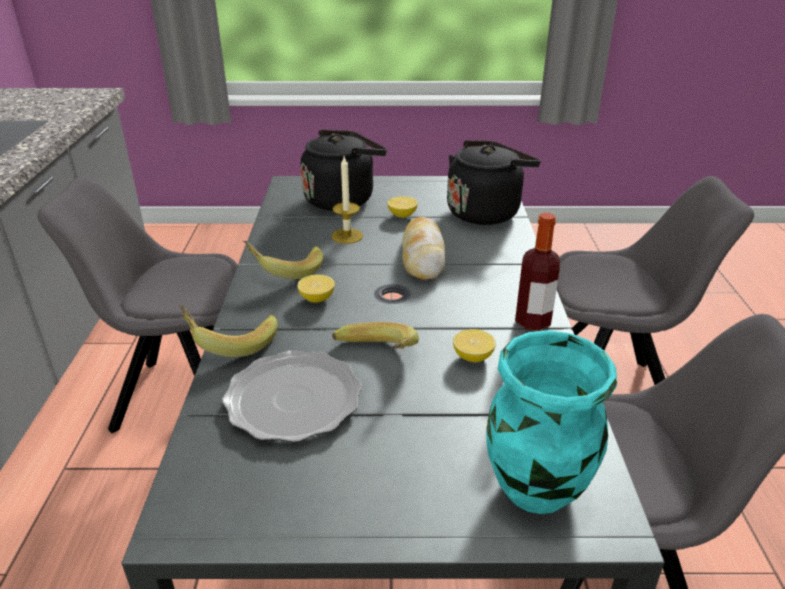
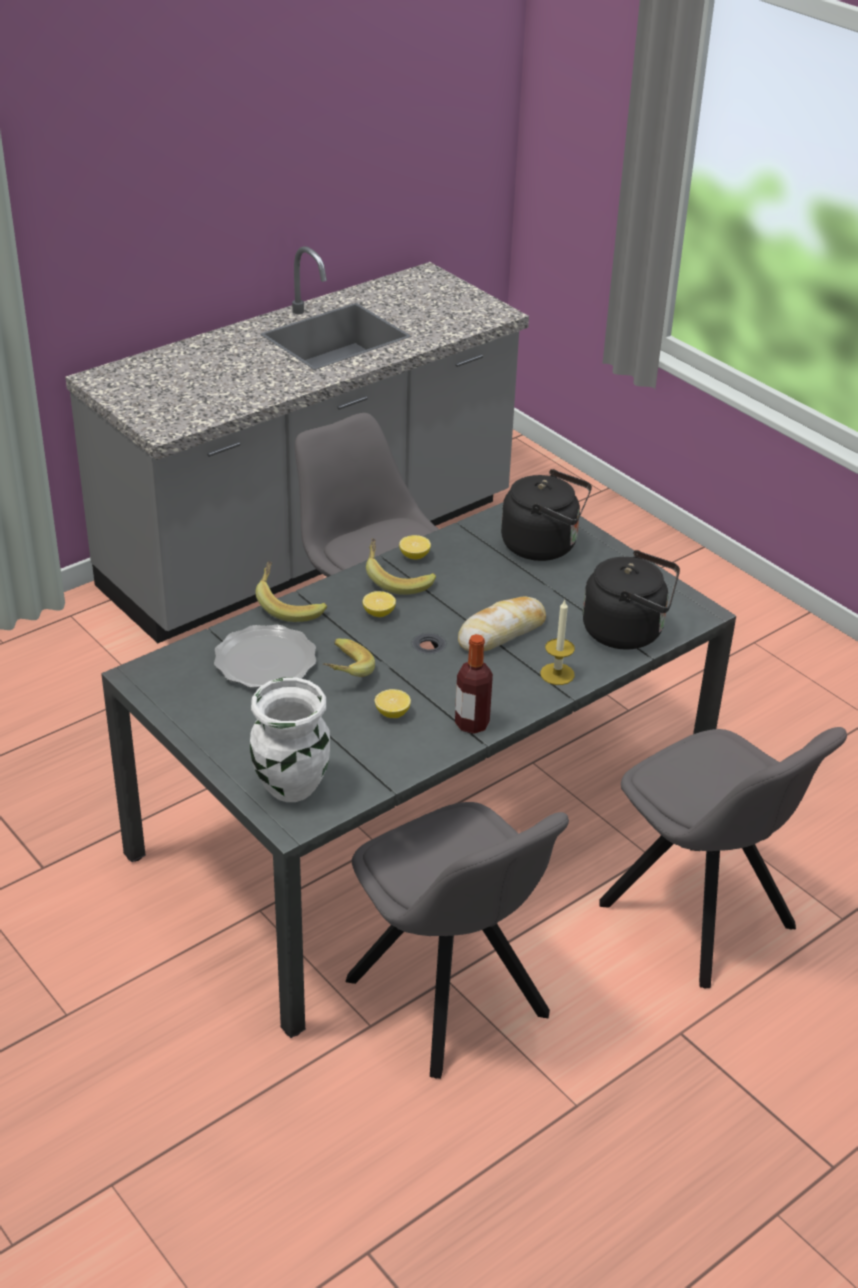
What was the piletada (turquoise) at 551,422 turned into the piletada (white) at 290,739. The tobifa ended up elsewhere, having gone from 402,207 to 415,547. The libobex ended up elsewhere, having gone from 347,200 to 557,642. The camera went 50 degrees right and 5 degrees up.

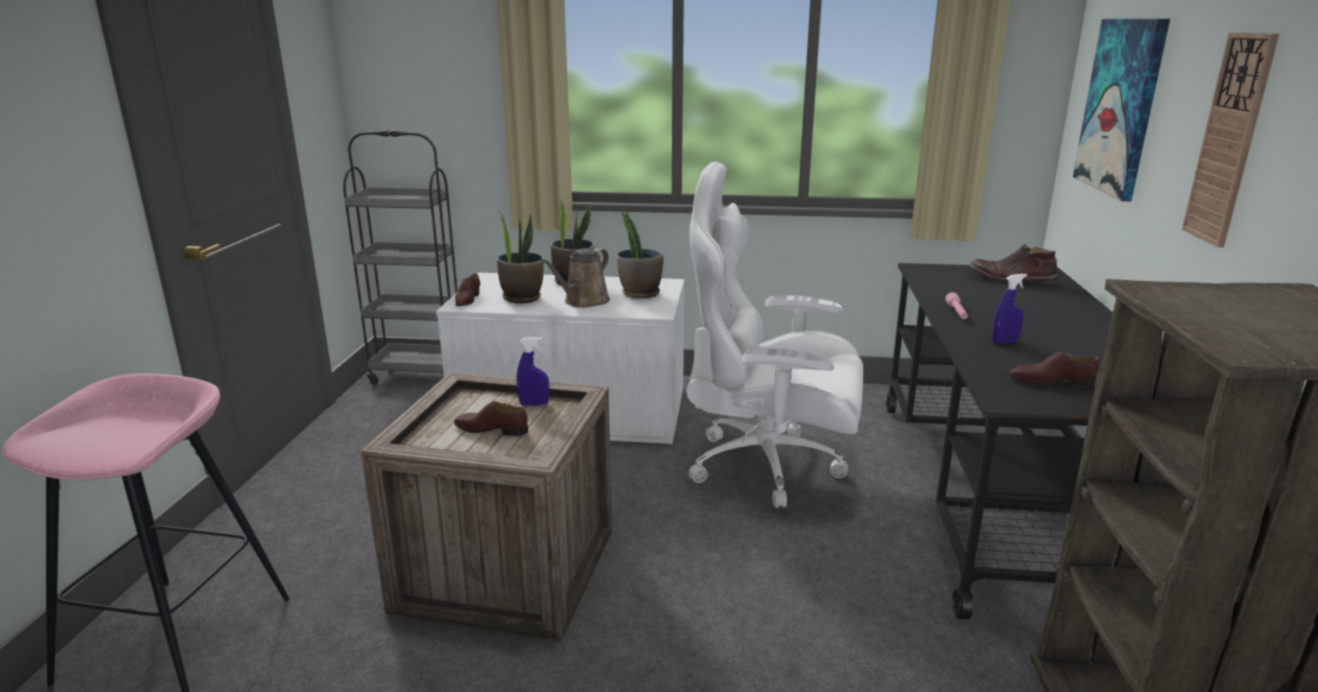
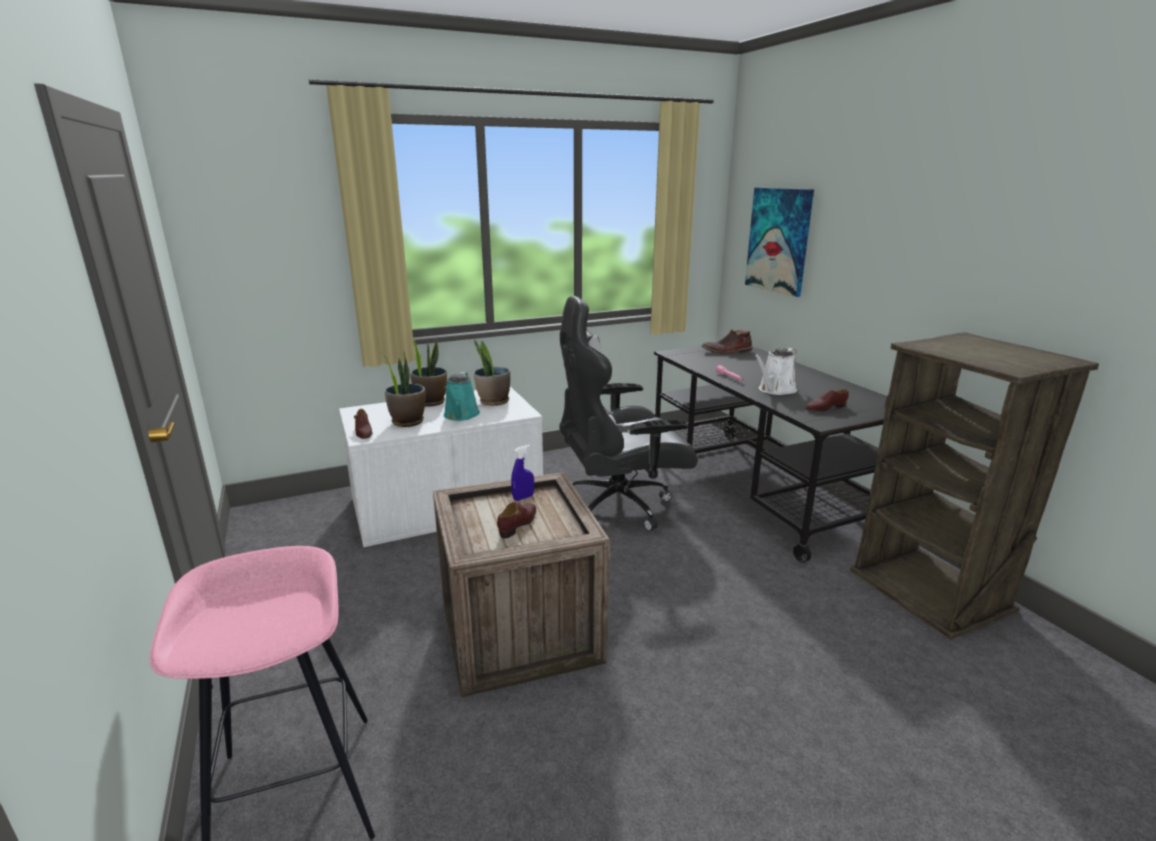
What was the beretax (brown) at 575,278 turned into the beretax (turquoise) at 462,396. The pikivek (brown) at 491,418 ended up facing another way, 135 degrees clockwise from before. What was the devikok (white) at 774,335 turned into the devikok (black) at 628,413. Where the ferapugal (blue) stood at 1009,309, the beretax (white) came to stand at 775,371. The second view lost the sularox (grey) at 400,257. The second view lost the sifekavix at 1230,139. The camera went 30 degrees left and 0 degrees up.

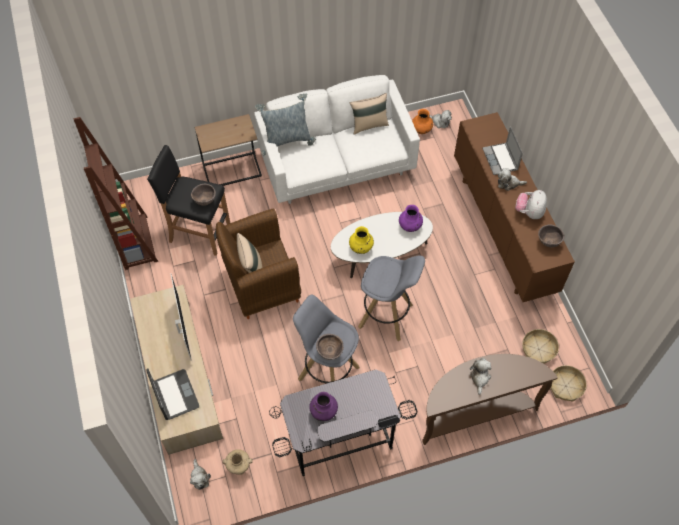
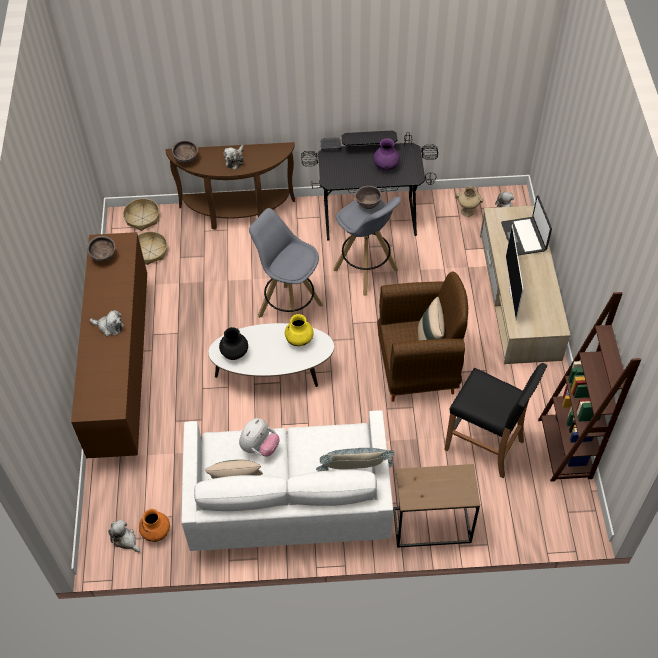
The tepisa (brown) ended up elsewhere, having gone from 203,195 to 185,151. What was the piletada (purple) at 411,218 turned into the piletada (black) at 233,343. The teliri ended up elsewhere, having gone from 531,204 to 259,437. The second view lost the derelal at 502,151. The camera went 165 degrees left and 5 degrees down.

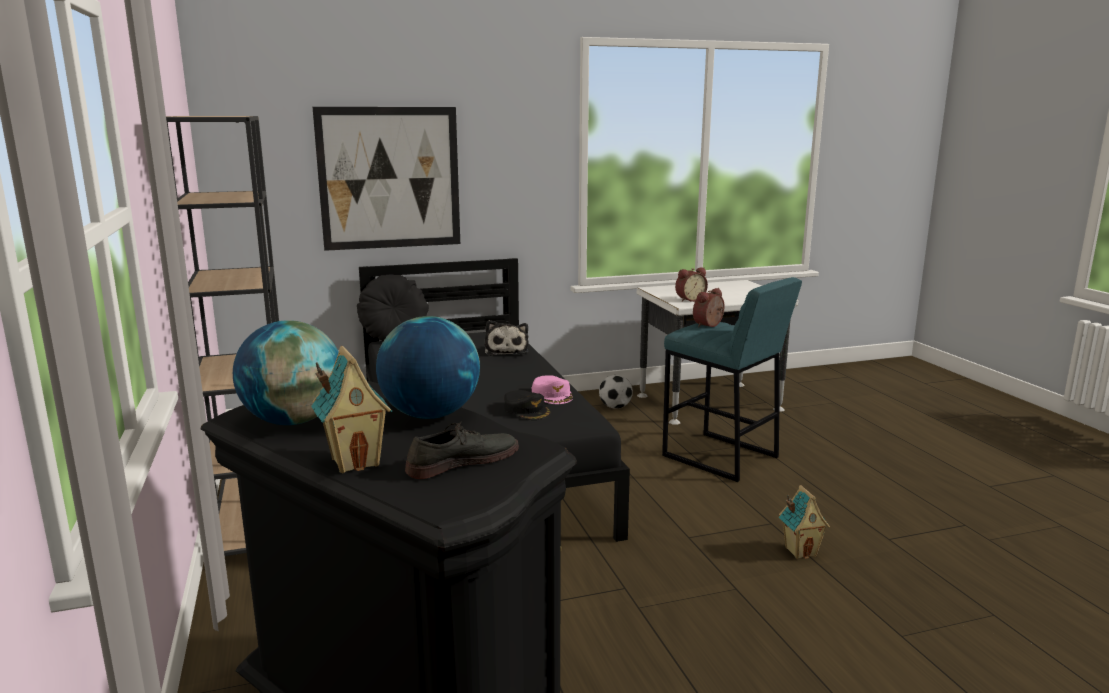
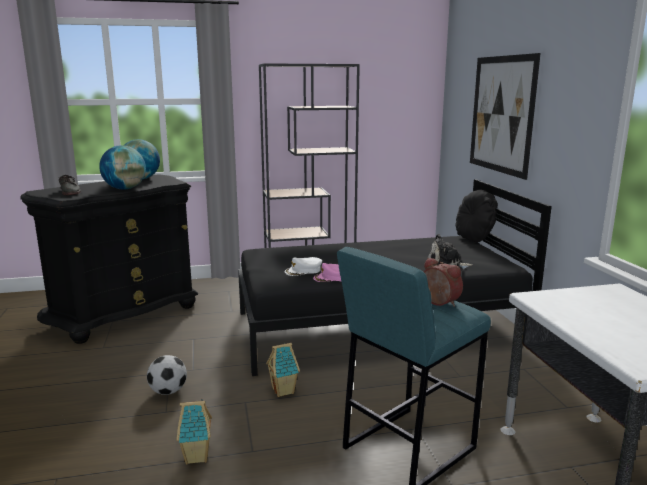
The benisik ended up elsewhere, having gone from 616,392 to 167,375. The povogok ended up elsewhere, having gone from 351,409 to 283,370. What was the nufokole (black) at 527,405 turned into the nufokole (white) at 303,266. The second view lost the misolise at 691,285. The camera went 95 degrees right and 0 degrees up.

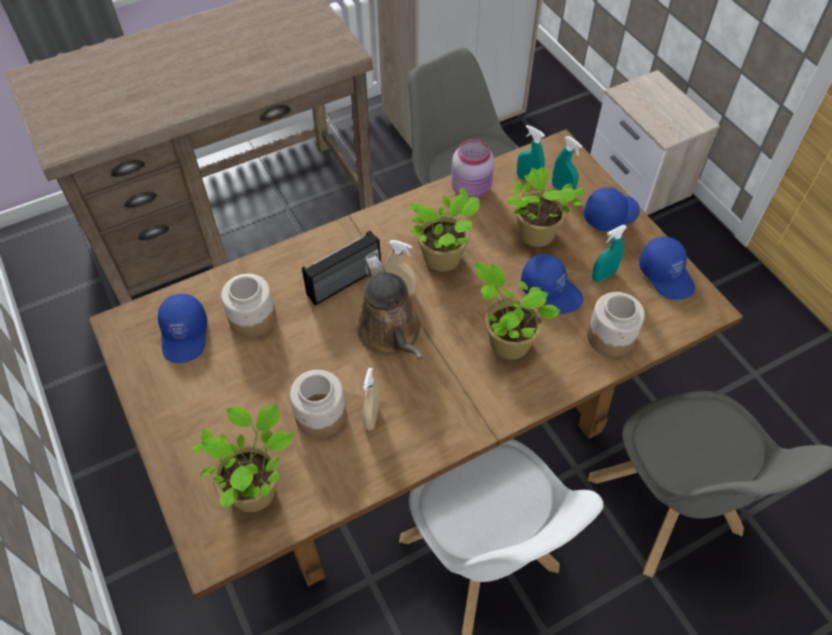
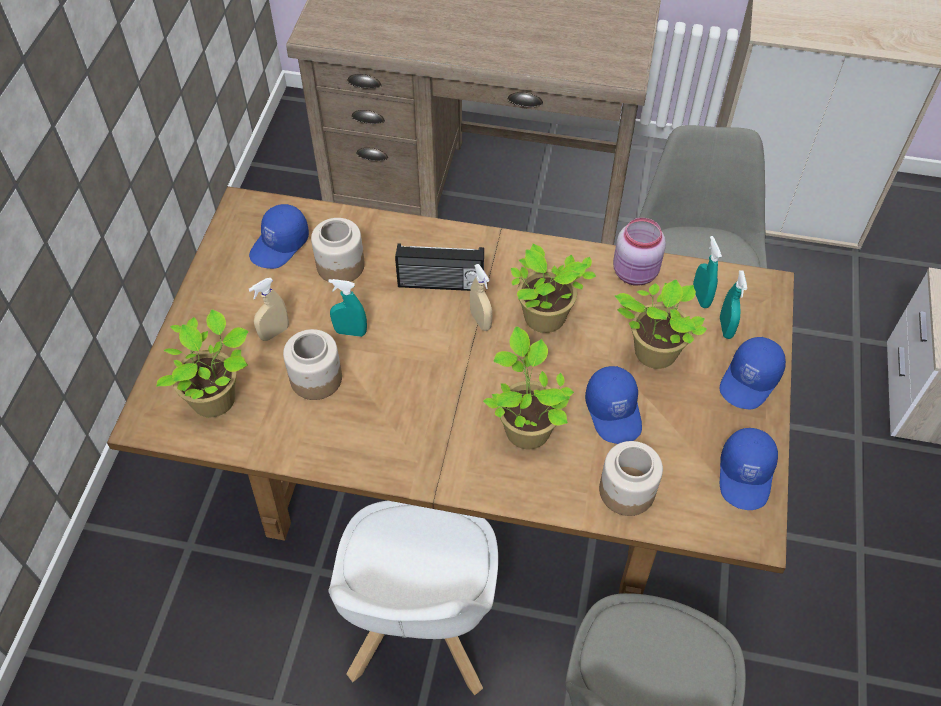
The ferapugal (beige) ended up elsewhere, having gone from 370,399 to 269,309. The ferapugal (turquoise) ended up elsewhere, having gone from 609,253 to 347,308. The nufokole (blue) at 611,209 ended up facing another way, 120 degrees clockwise from before. The second view lost the beretax (brown) at 390,308. The camera went 40 degrees right and 0 degrees up.

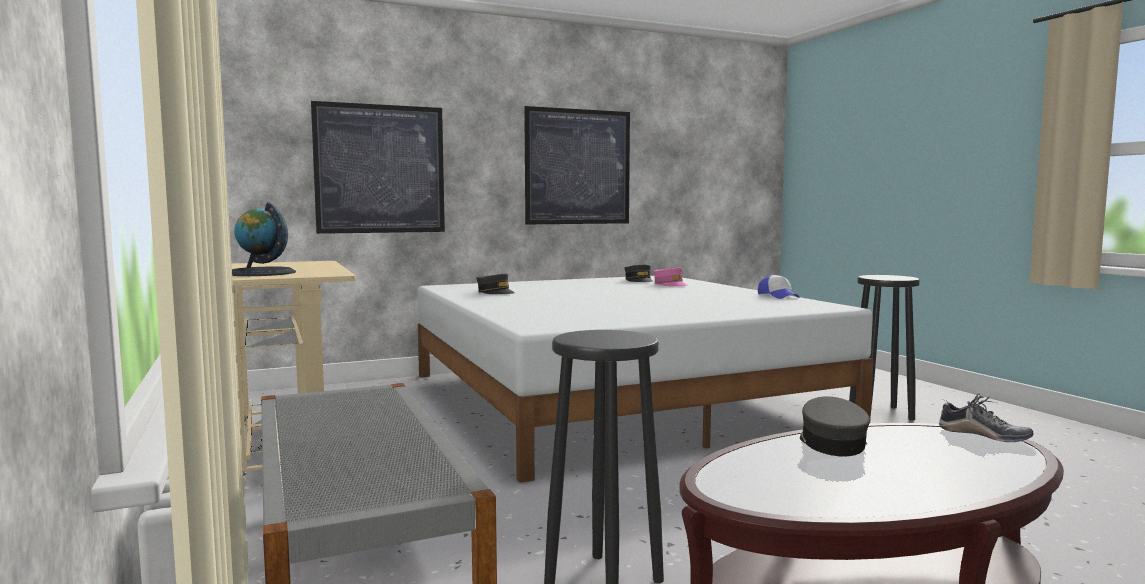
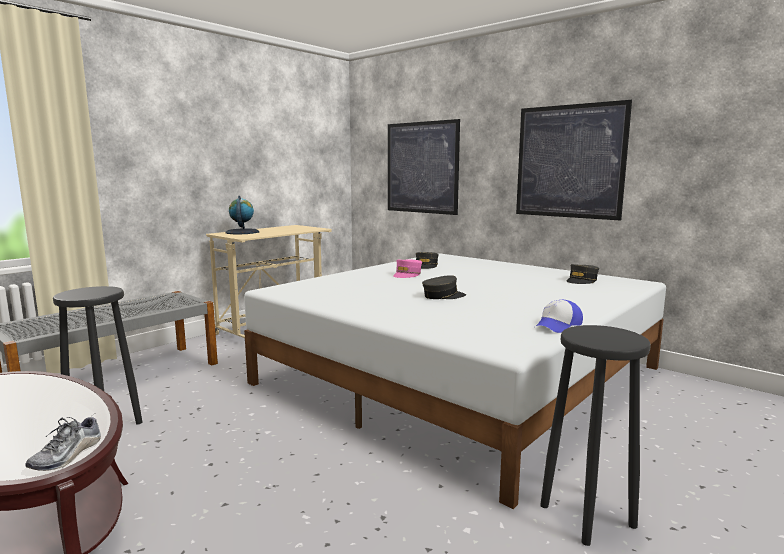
The nufokole (pink) ended up elsewhere, having gone from 670,277 to 407,269. The nufokole (grey) ended up elsewhere, having gone from 835,426 to 444,287. The camera went 65 degrees right and 5 degrees up.

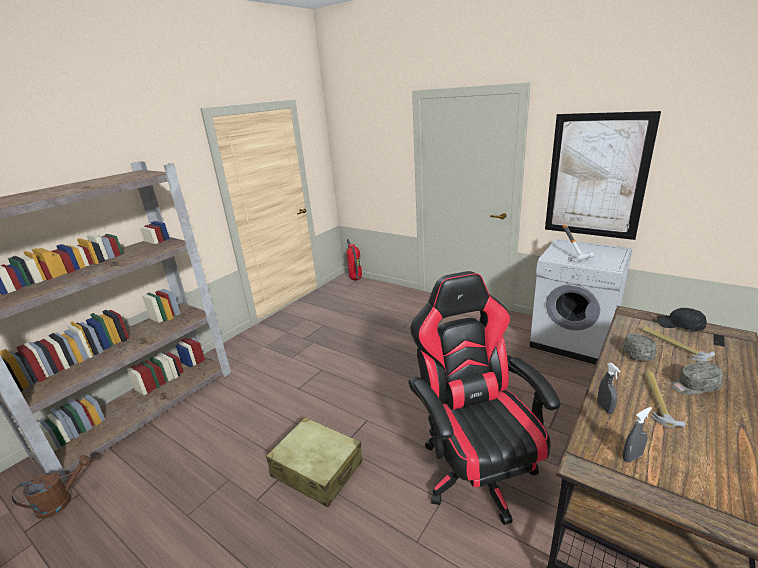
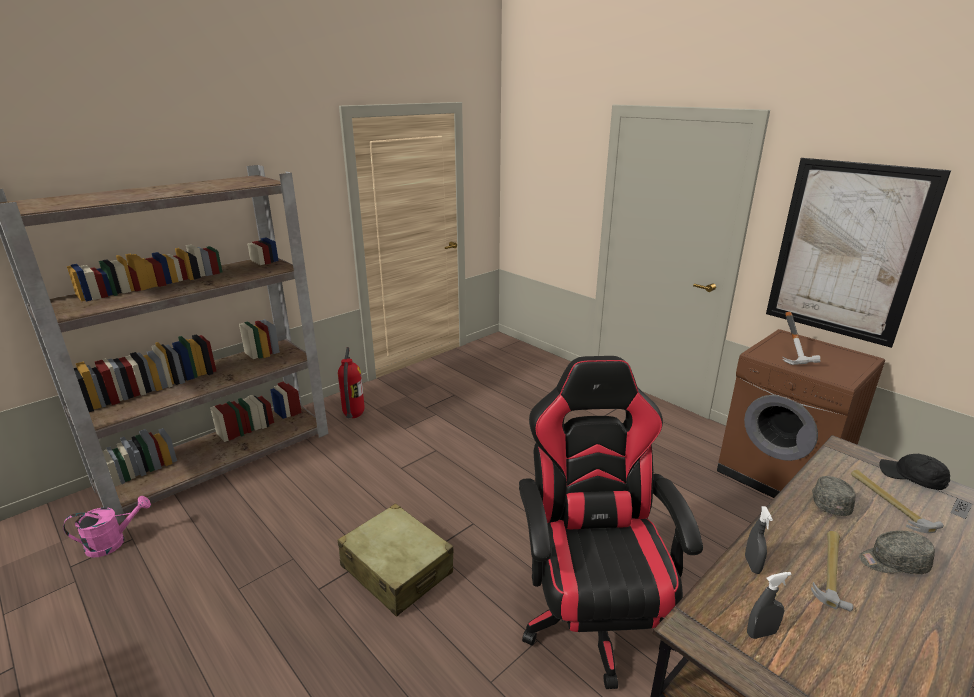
What was the beretax (brown) at 52,487 turned into the beretax (pink) at 107,527. The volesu ended up elsewhere, having gone from 354,260 to 351,382. What was the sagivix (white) at 581,302 turned into the sagivix (brown) at 801,413. The camera went 10 degrees right and 0 degrees up.

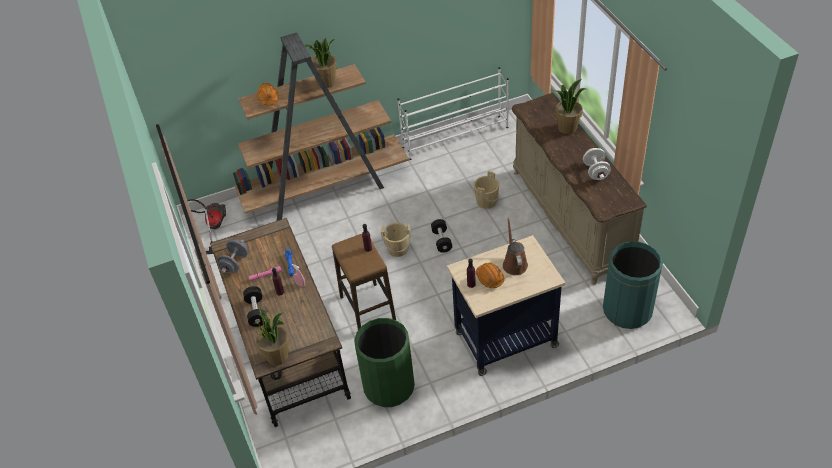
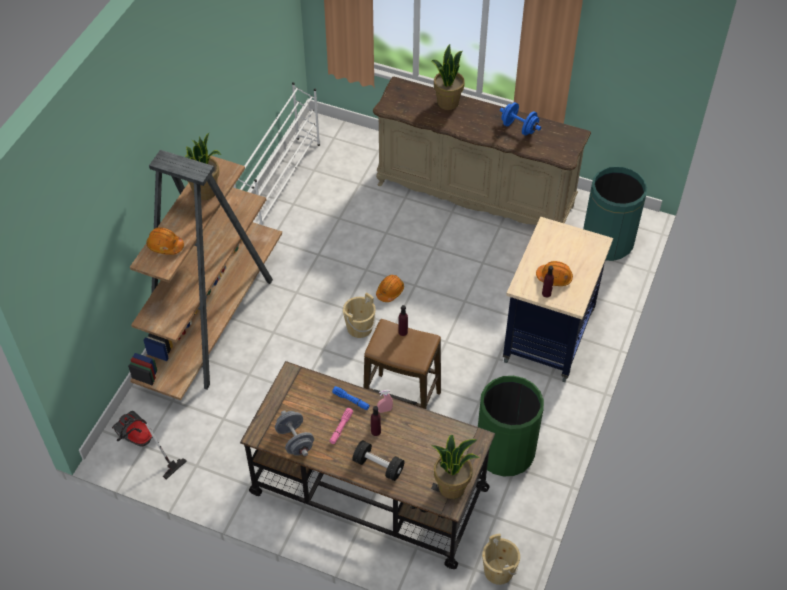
Where the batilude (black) stood at 441,236, the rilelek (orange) came to stand at 390,288. The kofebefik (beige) ended up elsewhere, having gone from 486,190 to 501,559. What was the batilude (white) at 597,164 turned into the batilude (blue) at 520,119. The second view lost the beretax (brown) at 515,246. The camera went 50 degrees left and 5 degrees up.

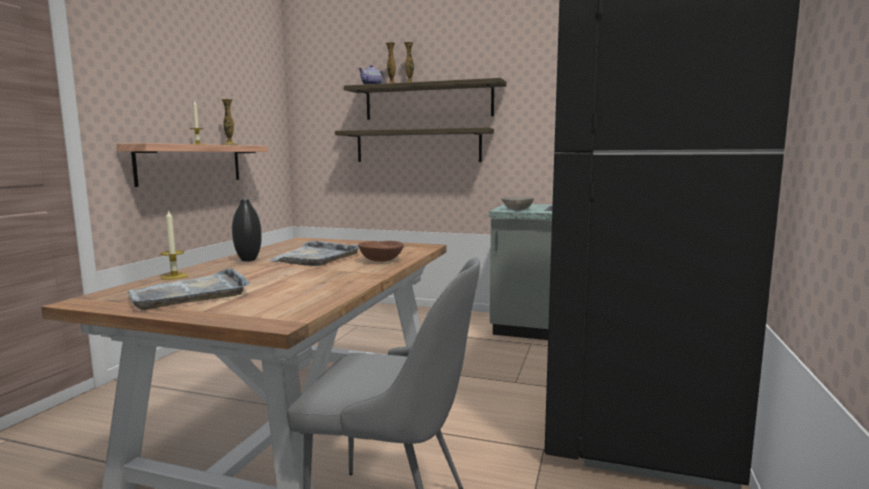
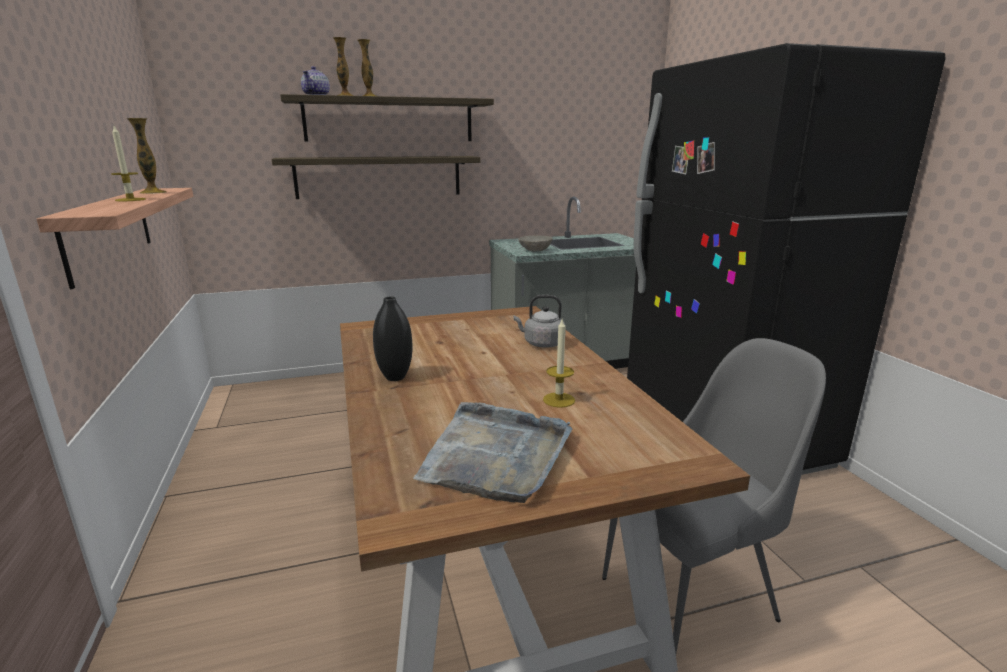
Where the tepisa (brown) stood at 381,251, the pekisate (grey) came to stand at 540,321. The libobex ended up elsewhere, having gone from 174,245 to 559,363. The second view lost the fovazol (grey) at 314,253. The camera went 35 degrees left and 10 degrees up.

